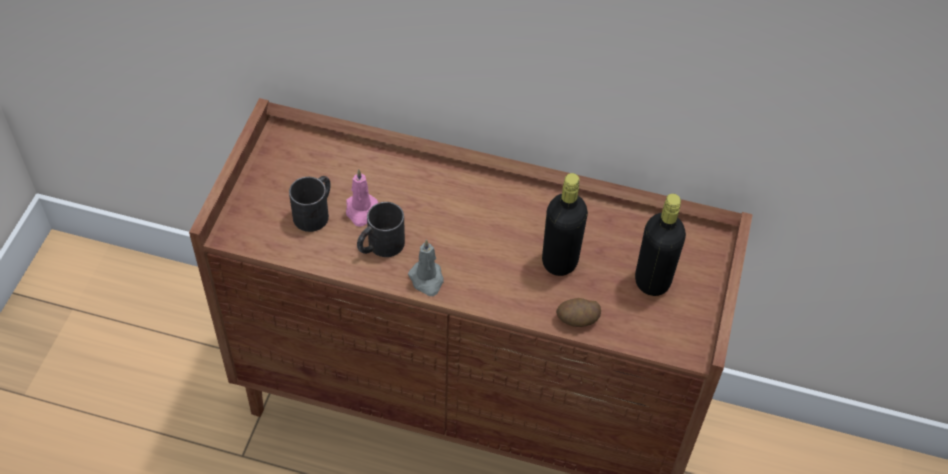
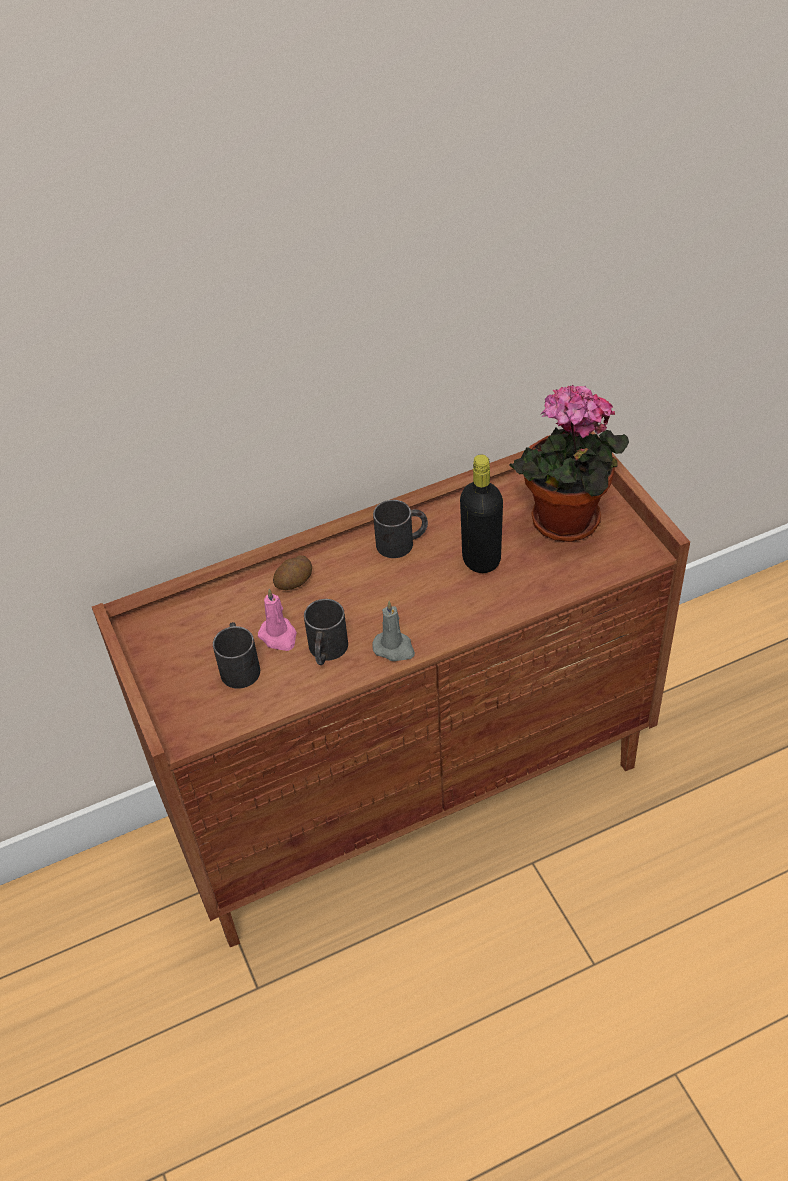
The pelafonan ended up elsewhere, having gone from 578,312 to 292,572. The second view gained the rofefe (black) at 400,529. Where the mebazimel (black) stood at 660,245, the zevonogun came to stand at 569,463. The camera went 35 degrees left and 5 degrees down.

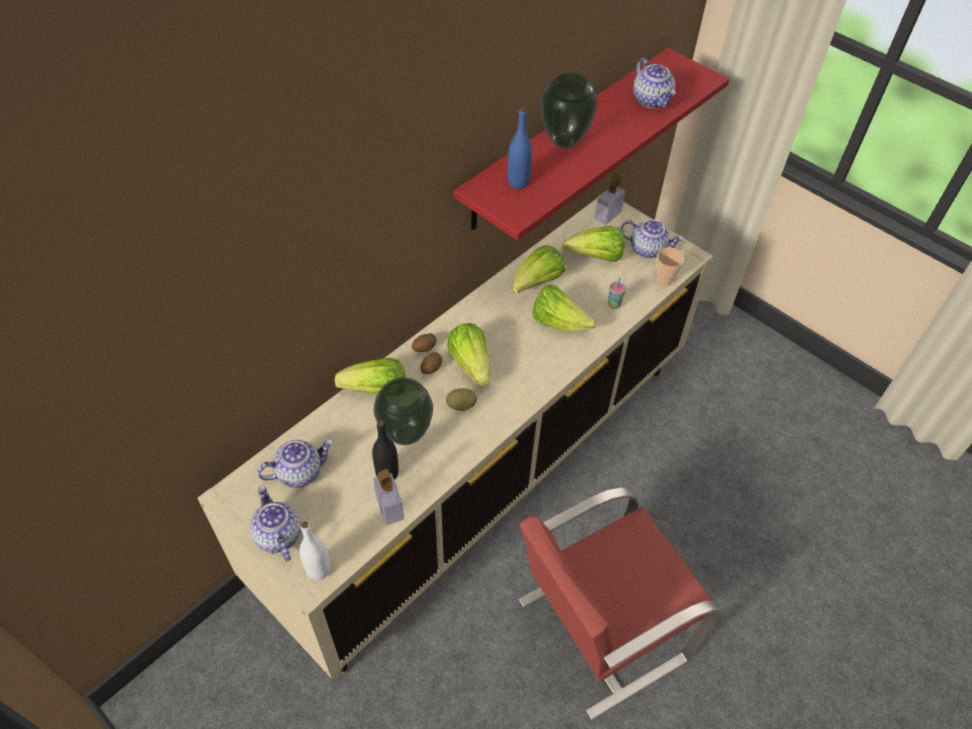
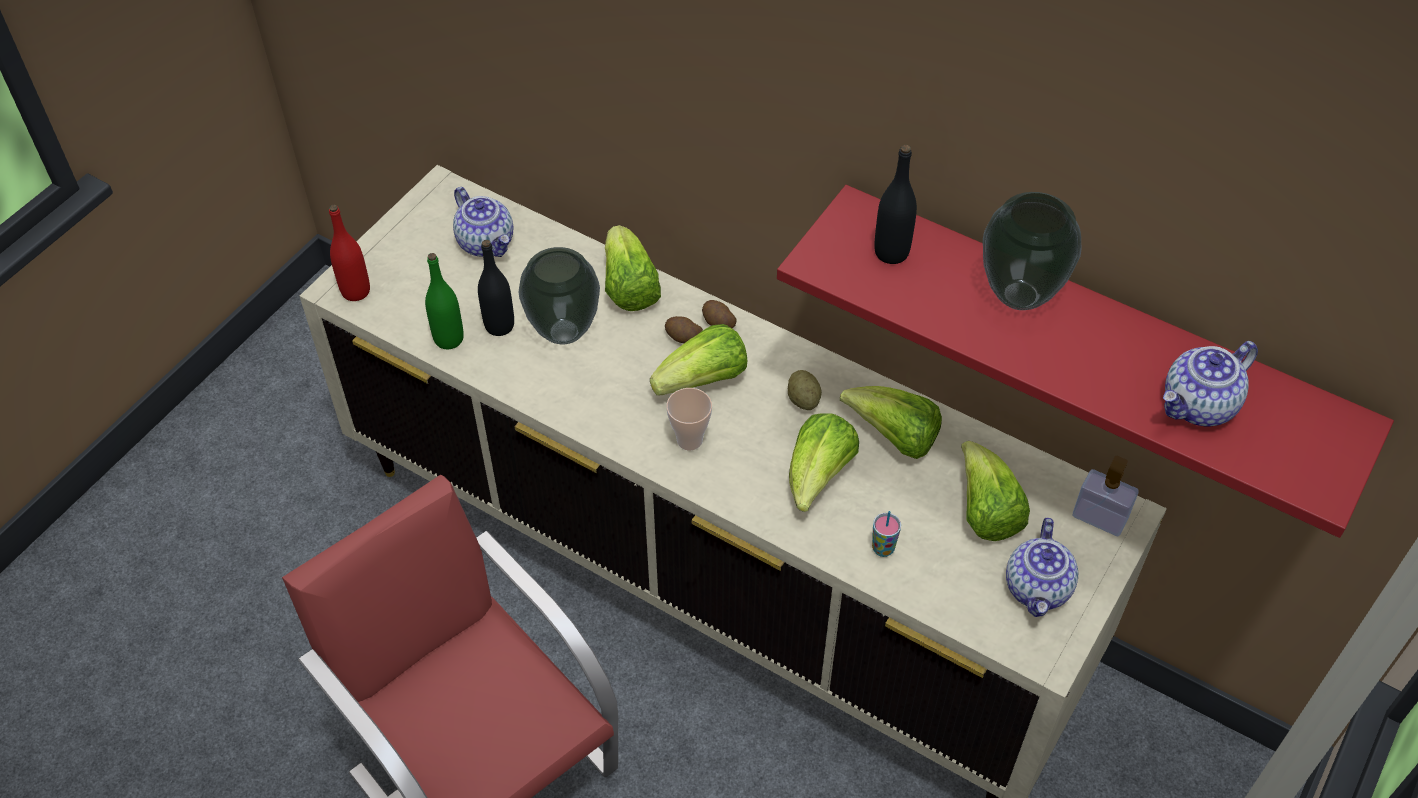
What was the mebazimel (white) at 315,550 turned into the mebazimel (red) at 349,253. Where the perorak stood at 389,497, the mebazimel (green) came to stand at 444,301. The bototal ended up elsewhere, having gone from 670,267 to 689,419. The pelafonan ended up elsewhere, having gone from 461,399 to 805,390. What was the mebazimel (blue) at 519,148 turned into the mebazimel (black) at 895,204. The second view lost the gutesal at 275,524. The camera went 80 degrees right and 0 degrees up.

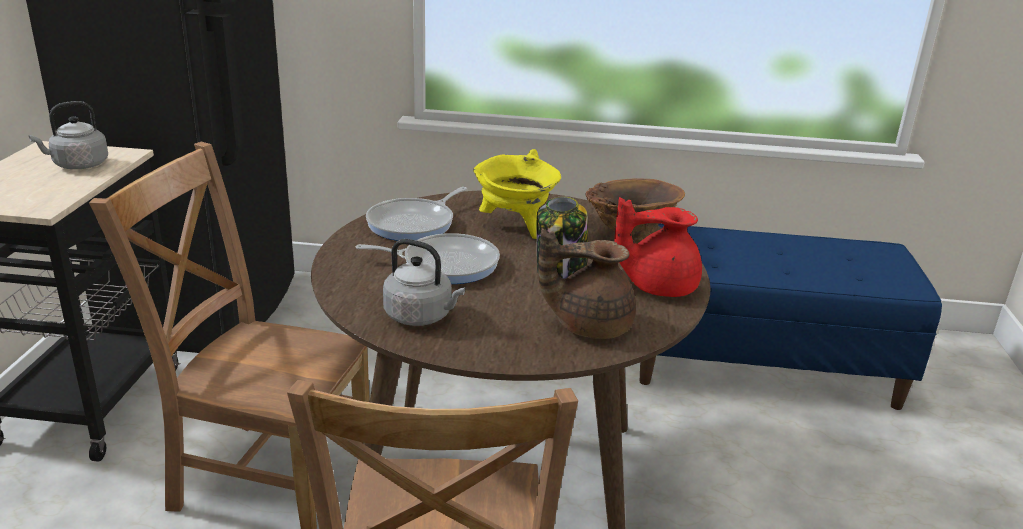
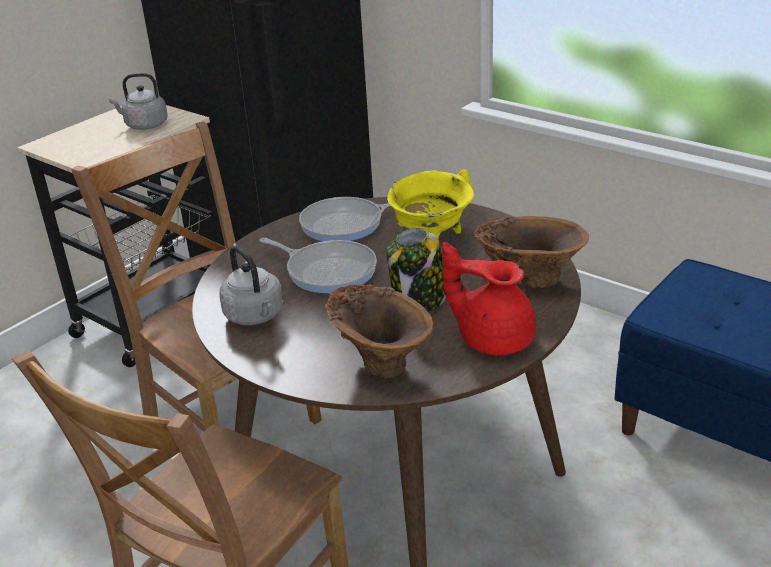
Where the gutesal (brown) stood at 587,283, the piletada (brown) came to stand at 379,331. The camera went 35 degrees right and 5 degrees up.

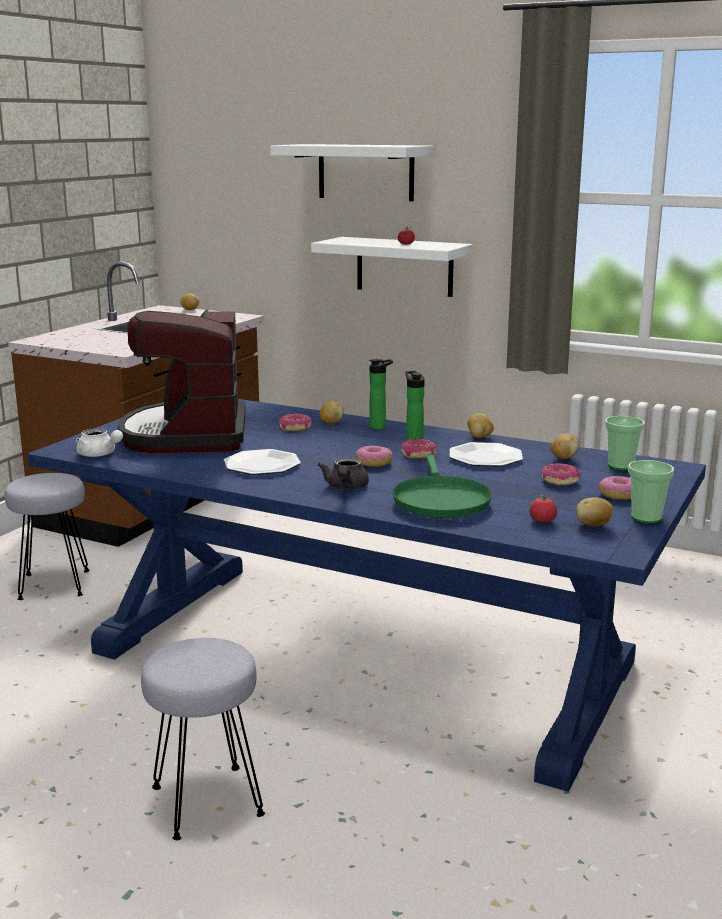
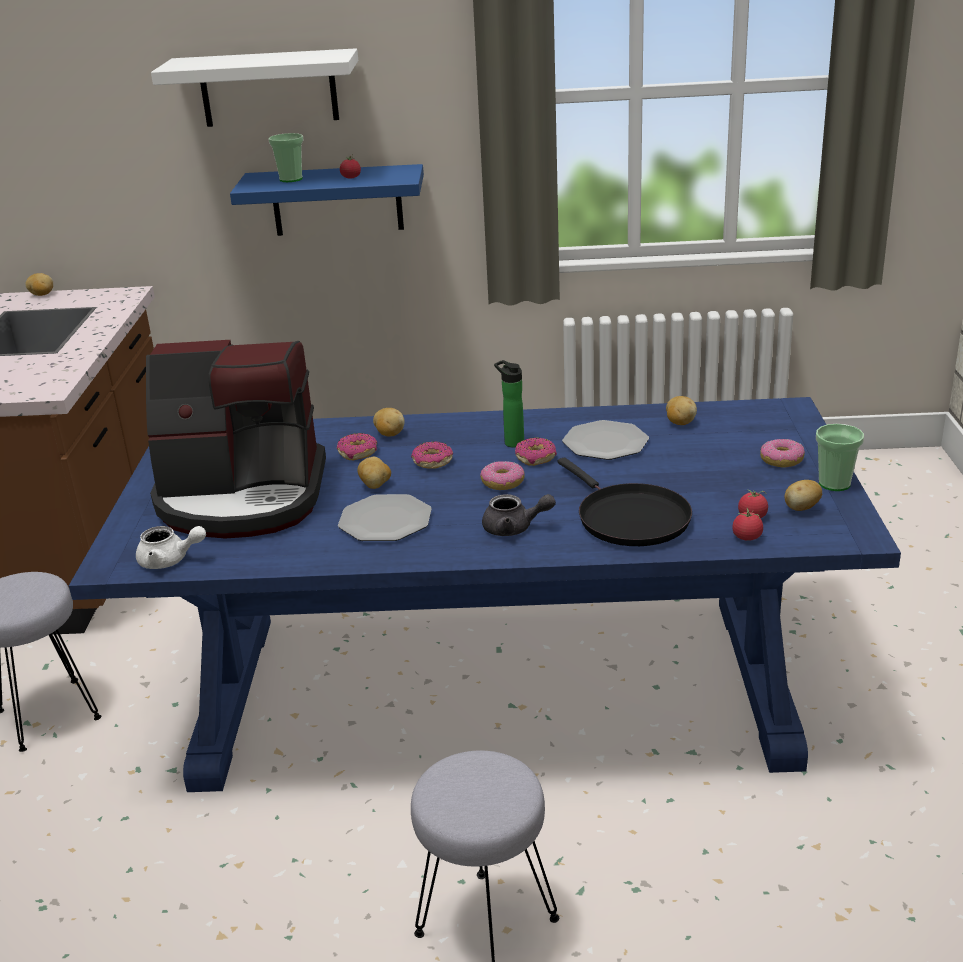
The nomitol at 182,381 ended up facing another way, 60 degrees counterclockwise from before. What was the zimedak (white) at 392,267 turned into the zimedak (blue) at 327,200. The bototal ended up elsewhere, having gone from 625,443 to 285,157. The pelafonan ended up elsewhere, having gone from 480,425 to 374,473. The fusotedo ended up elsewhere, having gone from 560,474 to 432,455. The gutesal (grey) at 343,474 ended up facing another way, 60 degrees counterclockwise from before. What was the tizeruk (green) at 442,486 turned into the tizeruk (black) at 625,501. The second view gained the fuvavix at 747,525. The second view lost the mebazimel at 381,394. The camera went 25 degrees left and 10 degrees up.

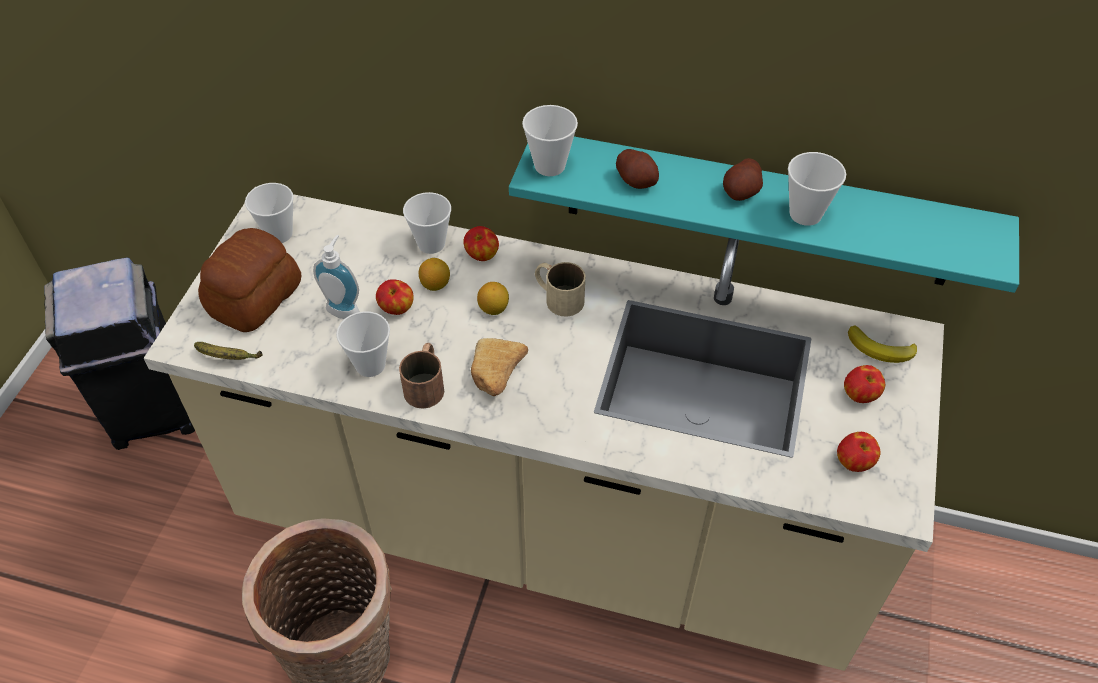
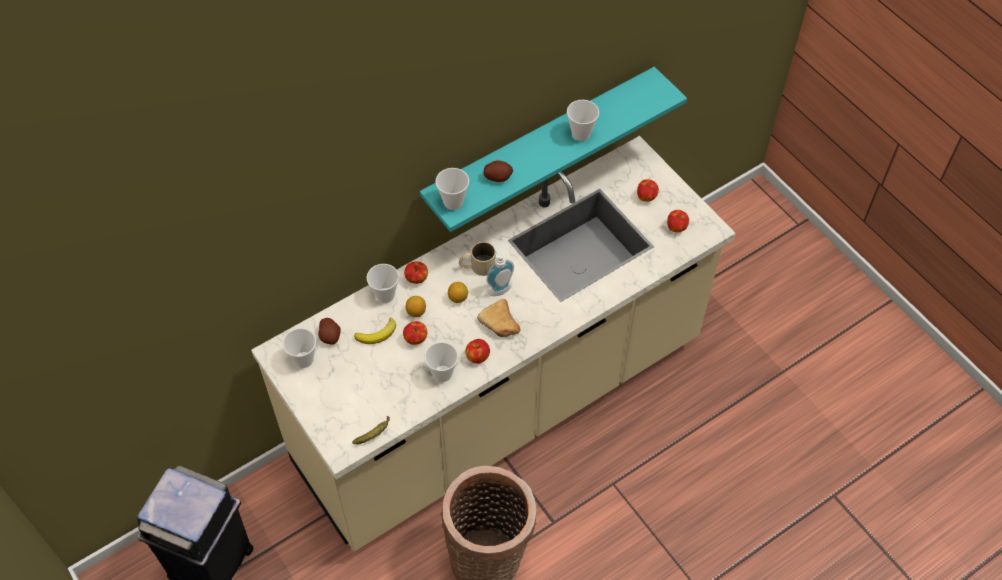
The pelafonan ended up elsewhere, having gone from 743,179 to 329,331. The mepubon ended up elsewhere, having gone from 882,344 to 375,331. Where the rofefe (brown) stood at 421,376, the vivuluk came to stand at 477,351. The perorak ended up elsewhere, having gone from 336,277 to 500,271. The second view lost the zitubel at 250,280. The camera went 50 degrees left and 5 degrees up.

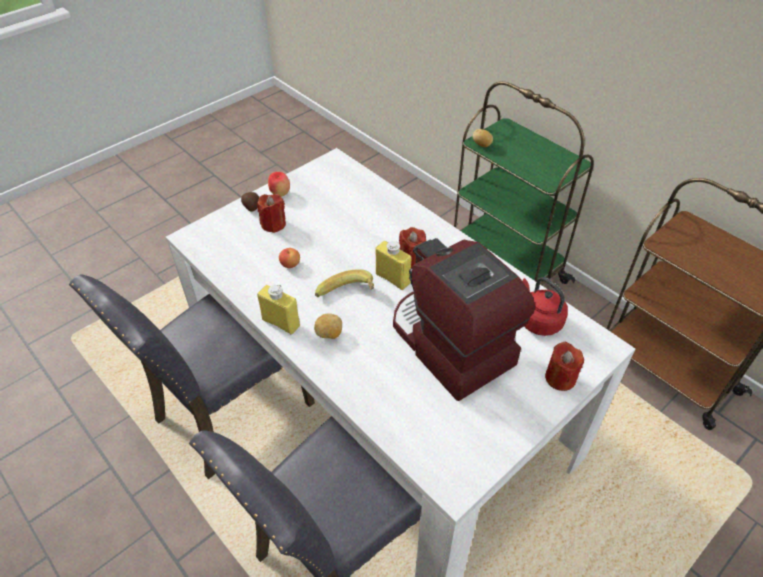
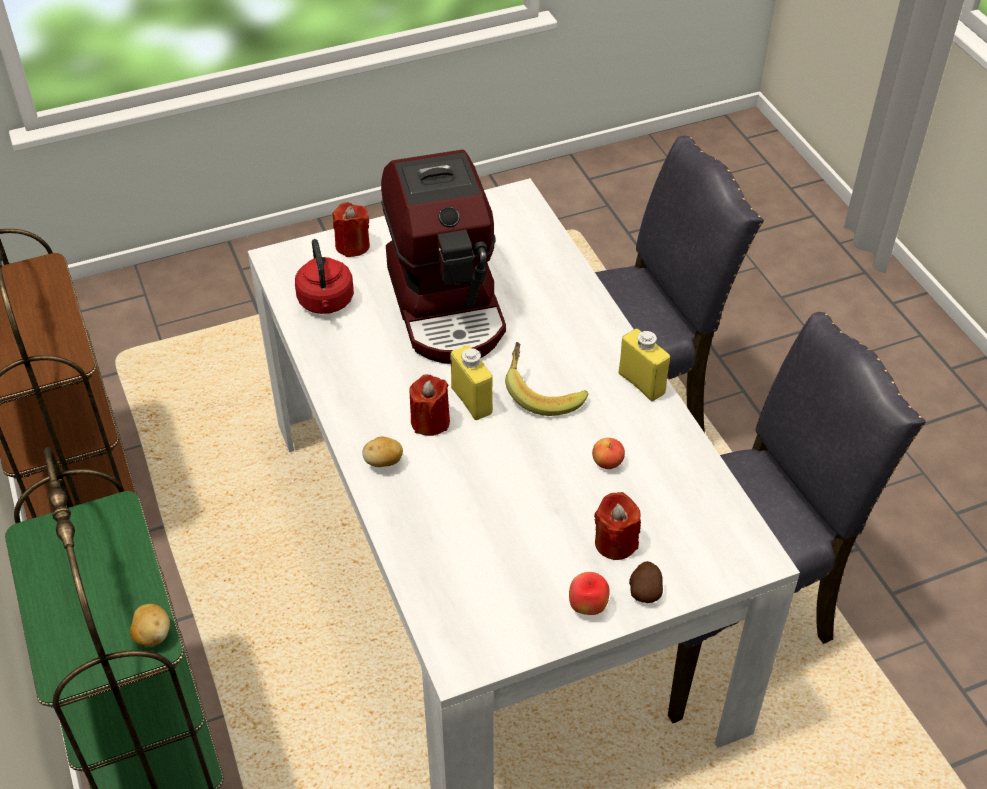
The pelafonan ended up elsewhere, having gone from 328,326 to 382,452. The camera went 160 degrees left and 0 degrees up.

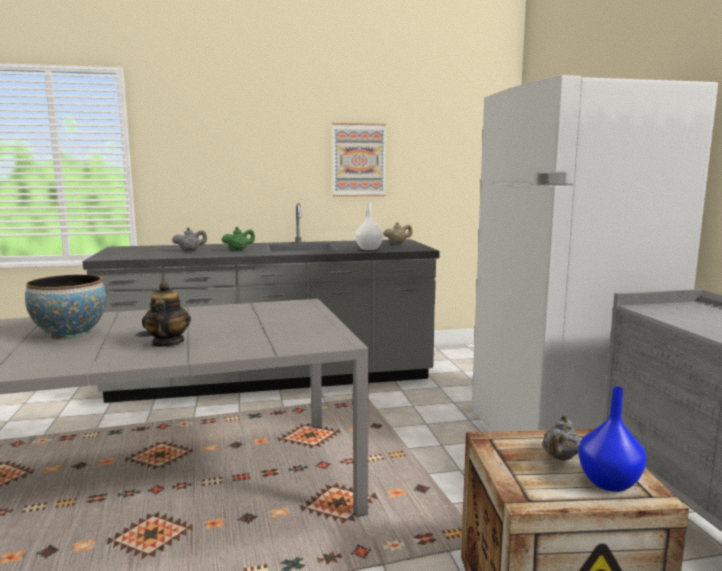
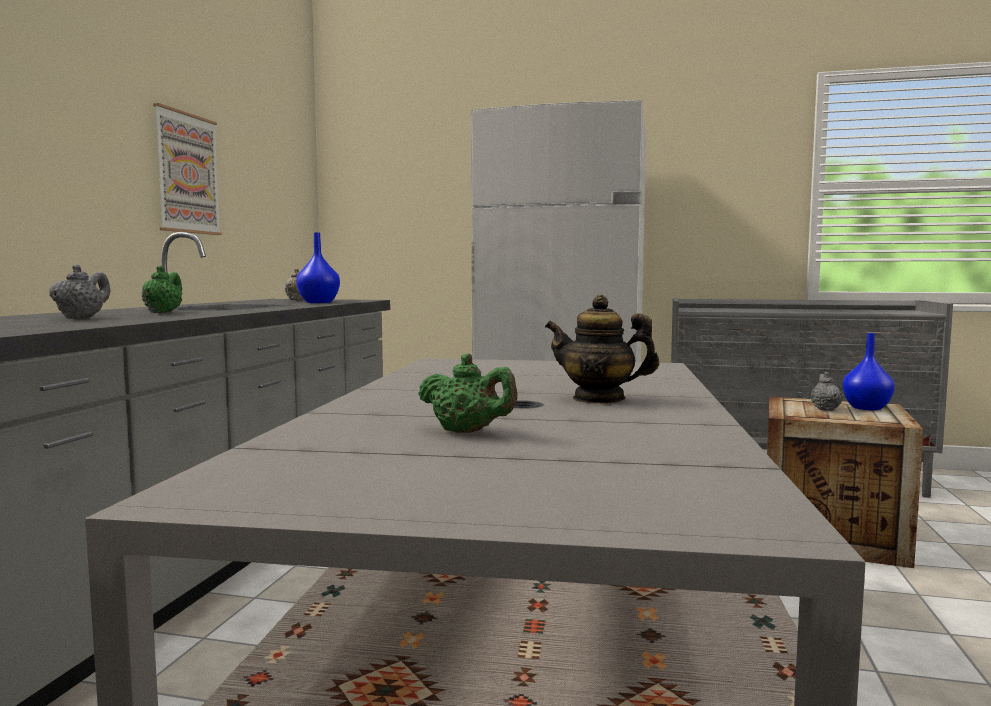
What was the piletada (white) at 369,226 turned into the piletada (blue) at 318,267. Where the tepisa stood at 65,307, the gutesal (green) came to stand at 467,393. The gutesal (grey) at 561,437 ended up facing another way, 135 degrees counterclockwise from before. The camera went 65 degrees left and 5 degrees down.

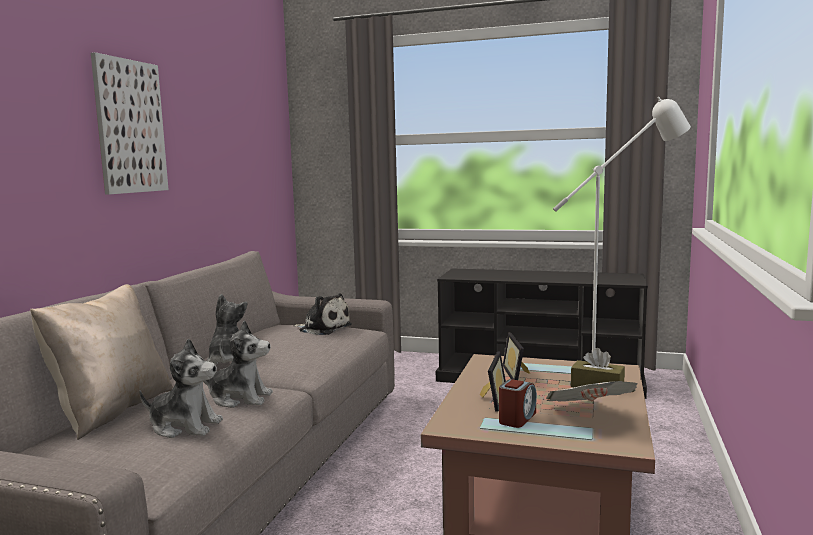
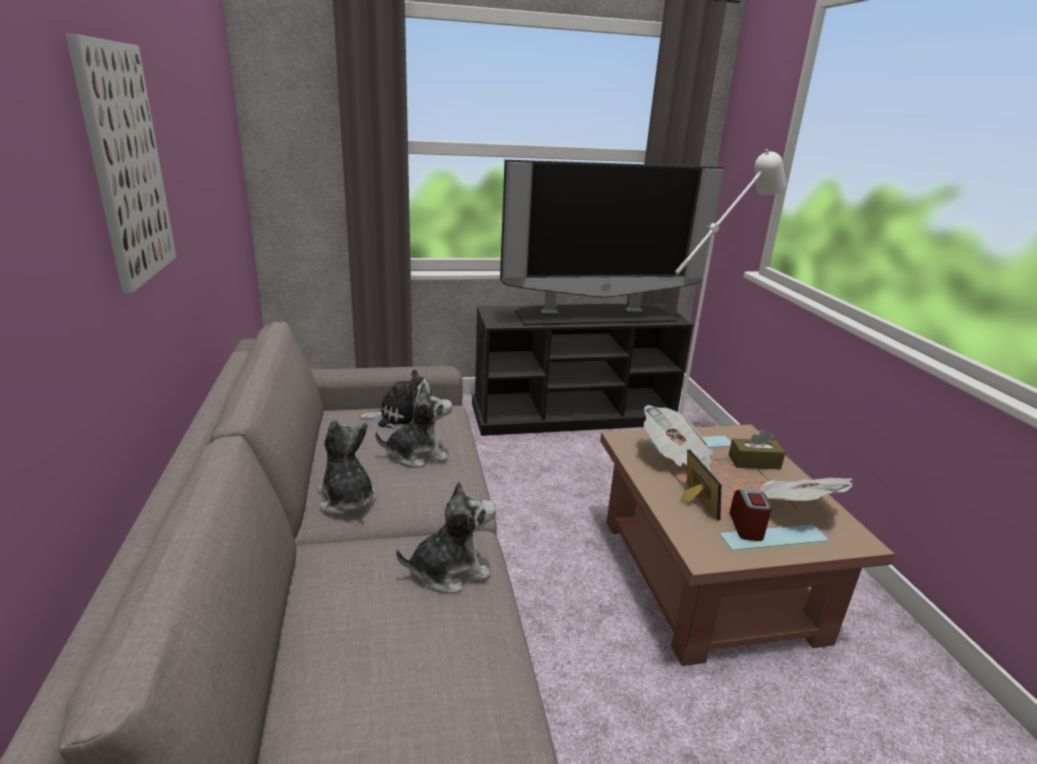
The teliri ended up elsewhere, having gone from 181,388 to 413,424. The second view gained the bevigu at 612,242. Where the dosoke stood at 516,356, the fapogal came to stand at 678,438. The second view lost the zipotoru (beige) at 101,362. The camera went 30 degrees left and 15 degrees up.

